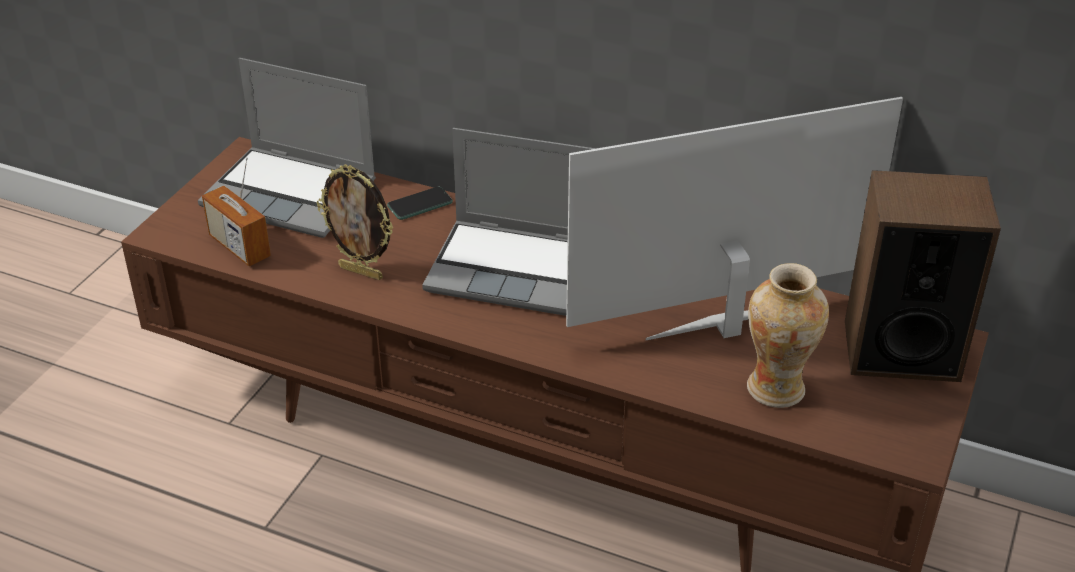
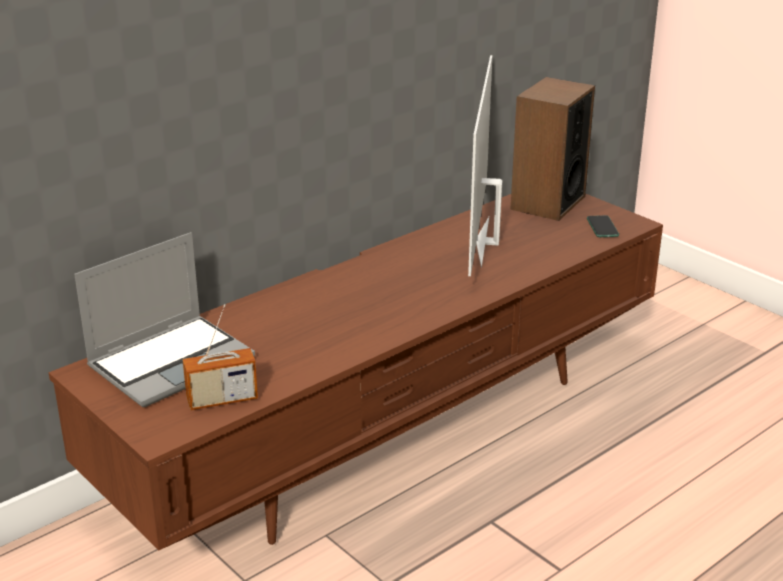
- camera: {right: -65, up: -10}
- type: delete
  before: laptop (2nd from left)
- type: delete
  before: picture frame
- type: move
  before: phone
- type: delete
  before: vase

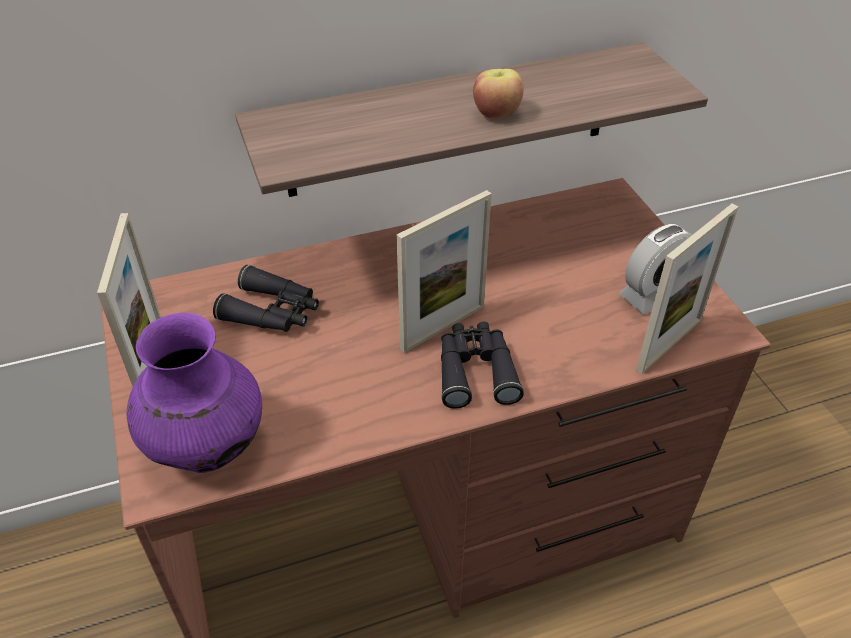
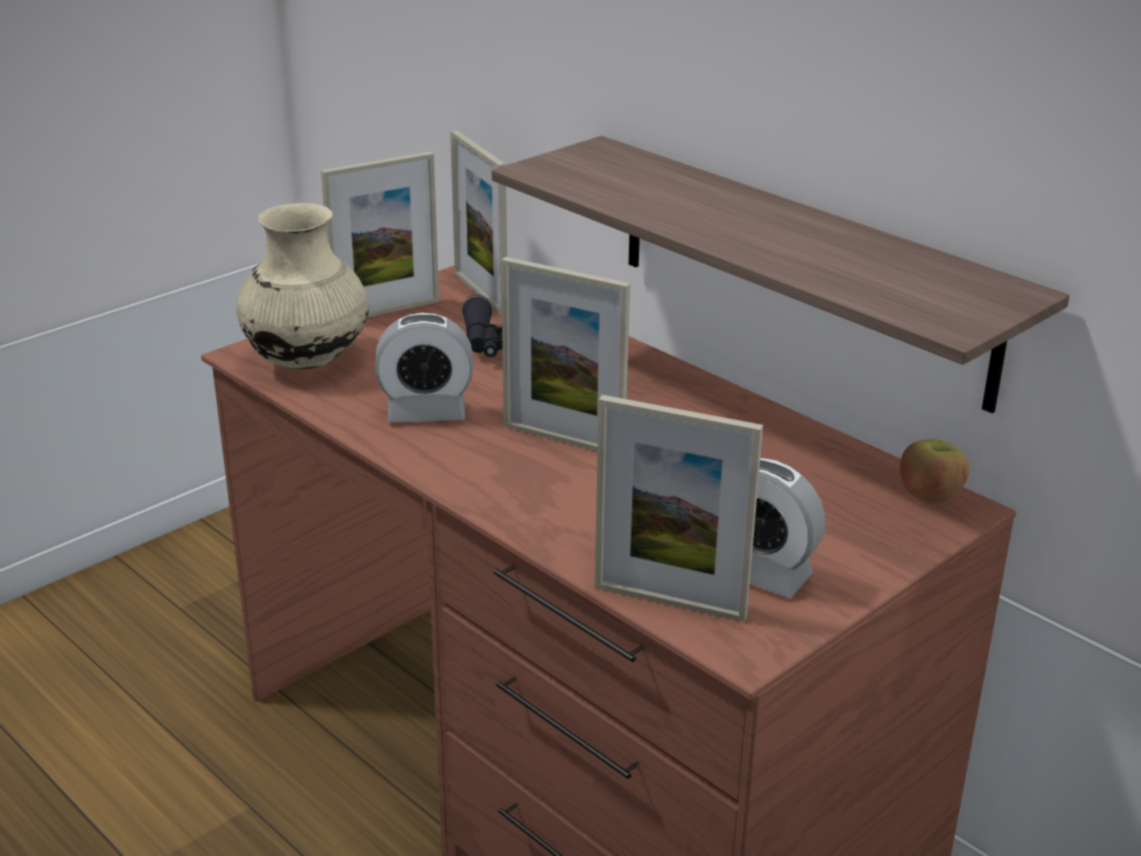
- camera: {right: 65, up: -15}
- type: move
  before: apple
- type: recolor
  before: vase in purple
  after: vase in beige
- type: delete
  before: binoculars in black (2nd from left)
- type: insert
  after: picture frame (2nd from left)
- type: insert
  after: alarm clock (1st from left)

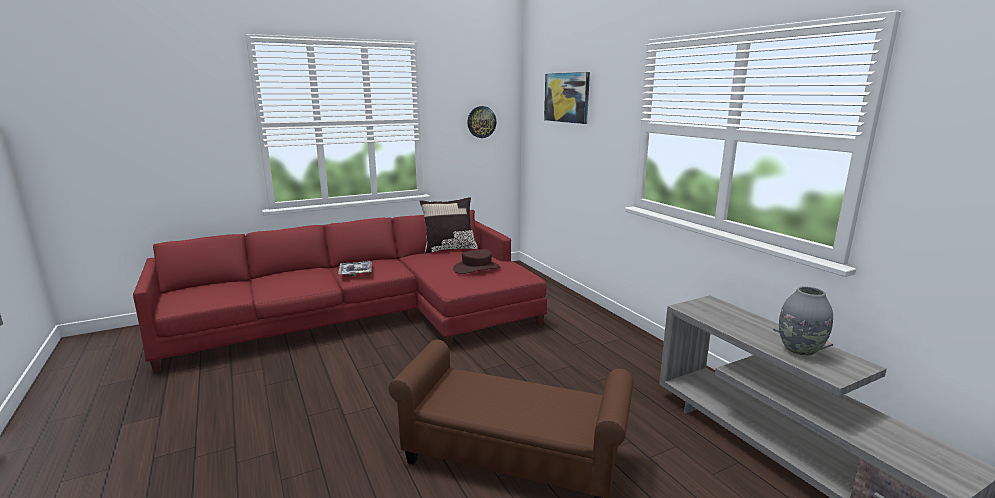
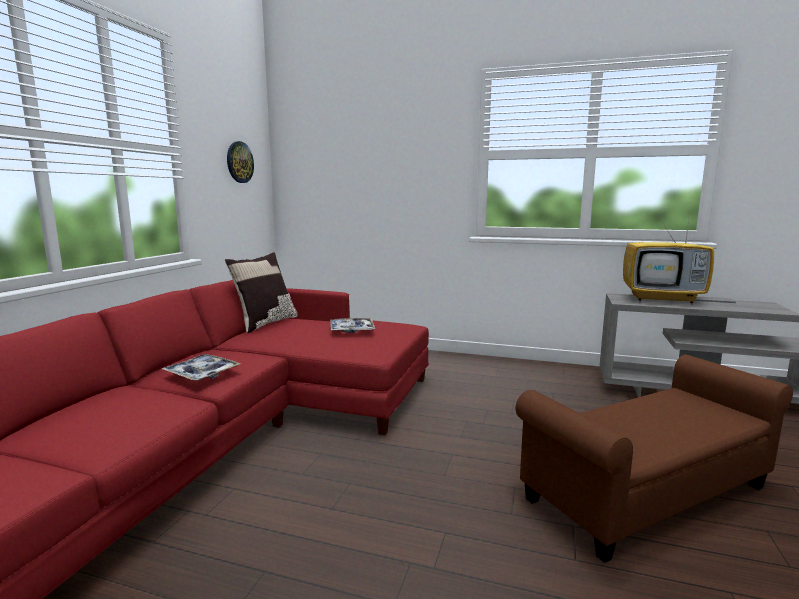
- camera: {right: -45, up: -5}
- type: delete
  before: picture
- type: replace
  before: hat in brown
  after: tray (2nd from left)
- type: delete
  before: vase in grey
- type: insert
  after: television

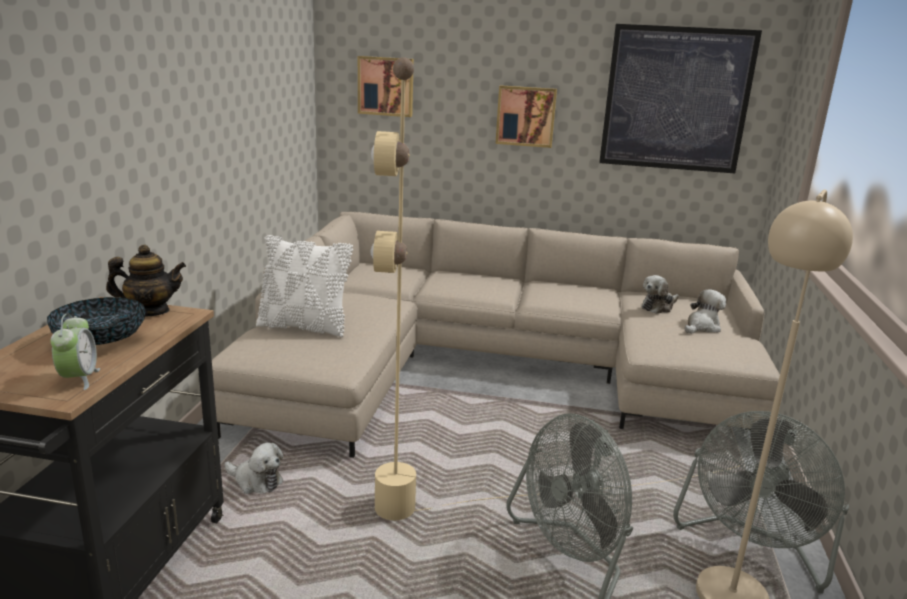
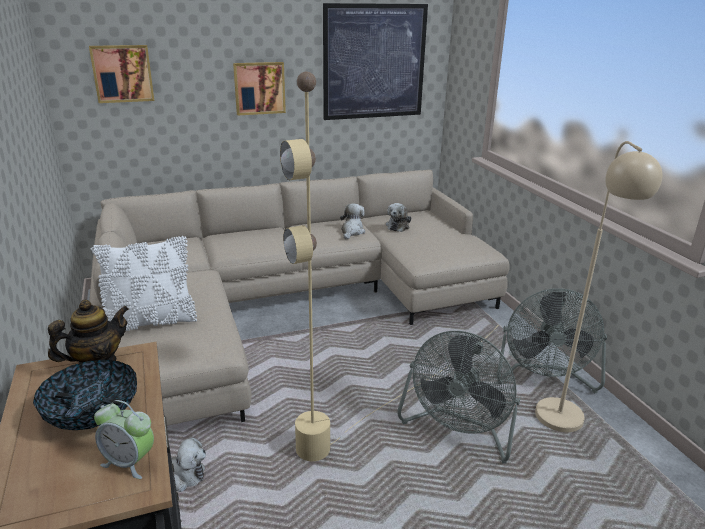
- camera: {right: -30, up: 5}
- type: move
  before: plush toy (3rd from left in the first image)
  after: plush toy (2nd from left)
- type: rotate
  before: alarm clock
  turn: 150

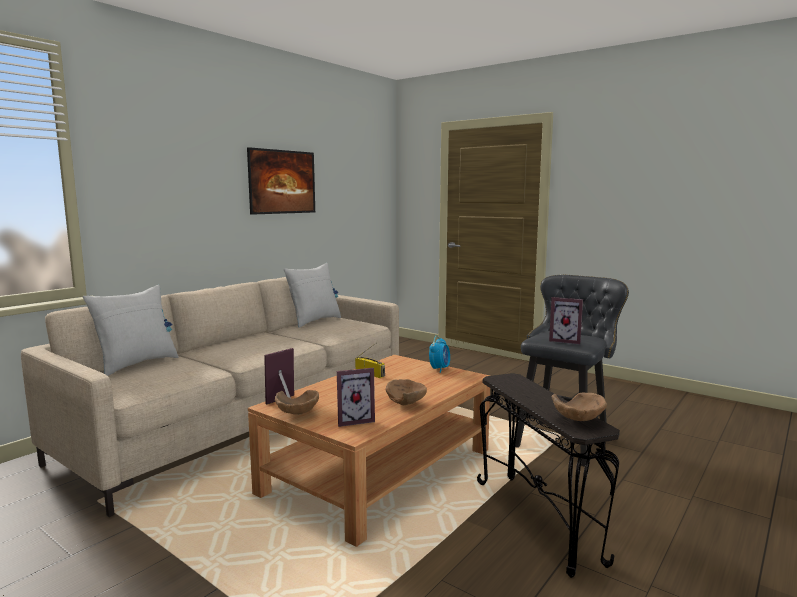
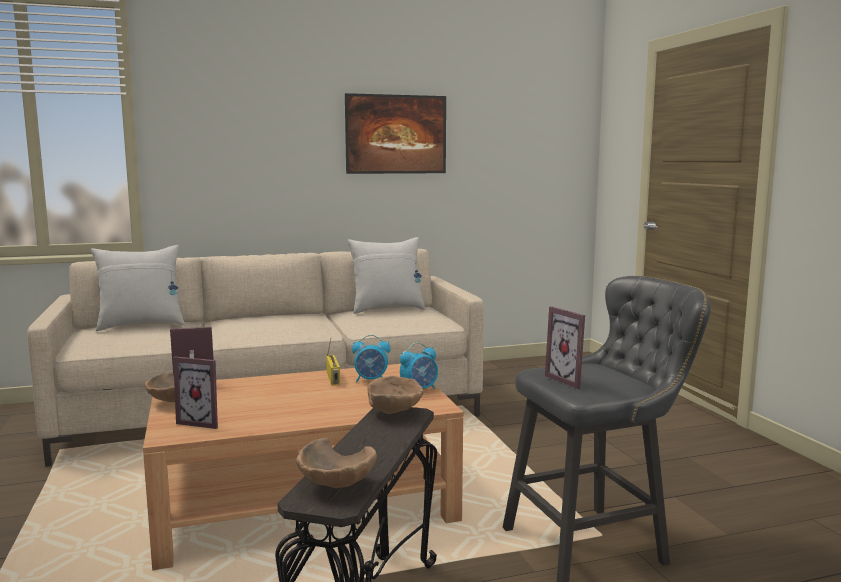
- camera: {right: 35, up: 0}
- type: move
  before: bowl in brown (2nd from left in the first image)
  after: bowl in brown (3rd from left)
- type: insert
  after: alarm clock (1st from left)

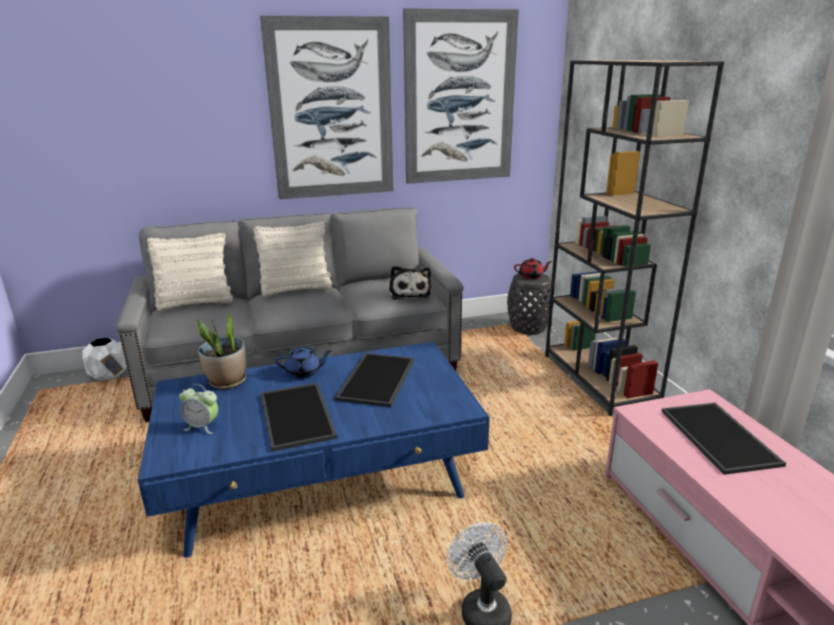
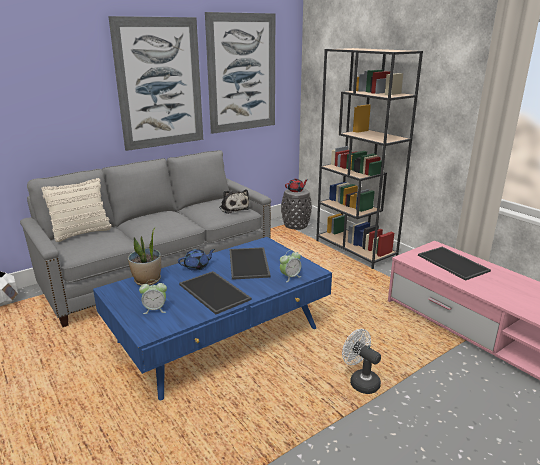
- camera: {right: -20, up: 0}
- type: delete
  before: pillow in beige (2nd from left)
- type: insert
  after: alarm clock (2nd from left)

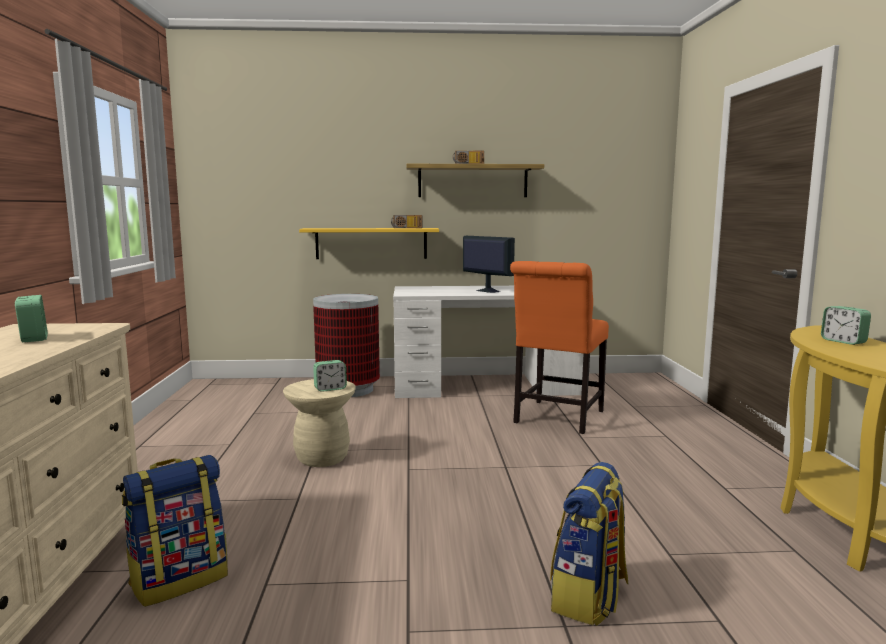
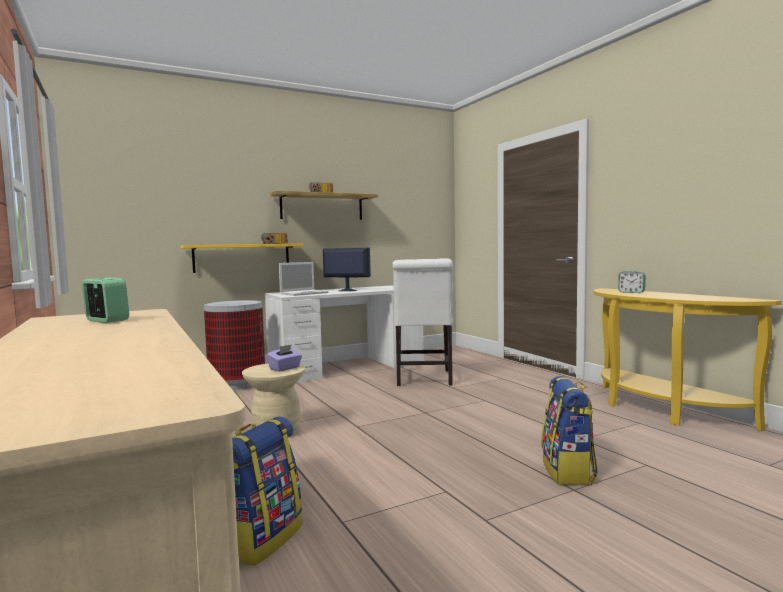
- camera: {right: -25, up: -5}
- type: recolor
  before: chair in orange
  after: chair in white
- type: replace
  before: alarm clock (2nd from left)
  after: tissue box in purple
- type: insert
  after: laptop

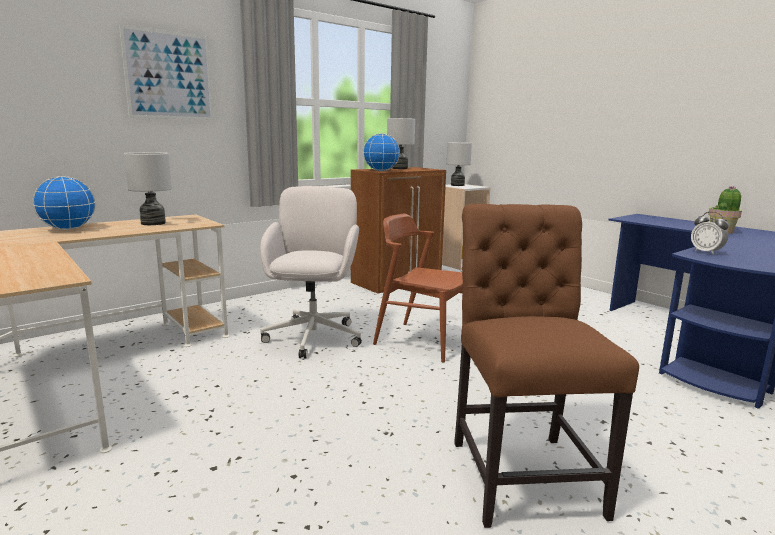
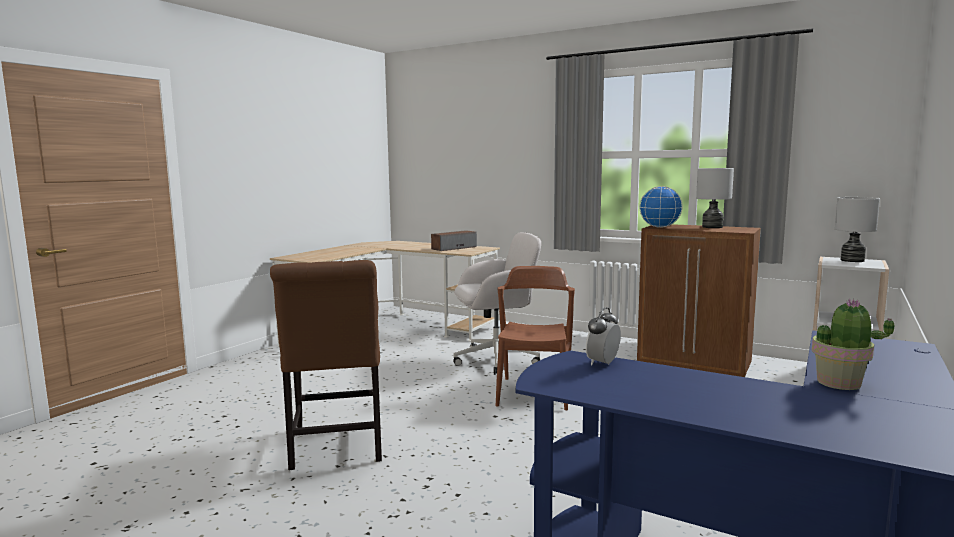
- camera: {right: 70, up: -5}
- type: delete
  before: picture
- type: replace
  before: table lamp in grey (1st from left)
  after: speaker
- type: delete
  before: globe (1st from left)
- type: rotate
  before: chair in brown (2nd from left in the first image)
  turn: 105

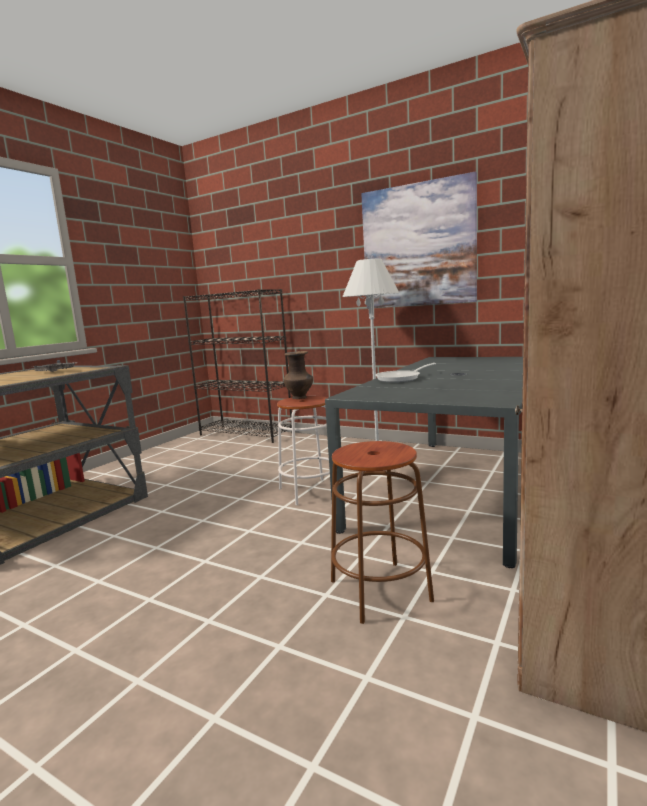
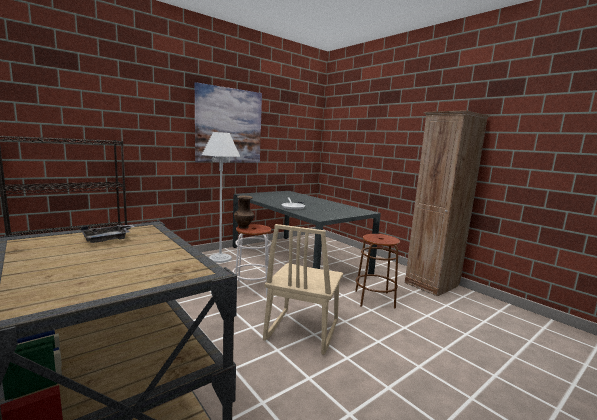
- camera: {right: -70, up: 0}
- type: insert
  after: chair in beige

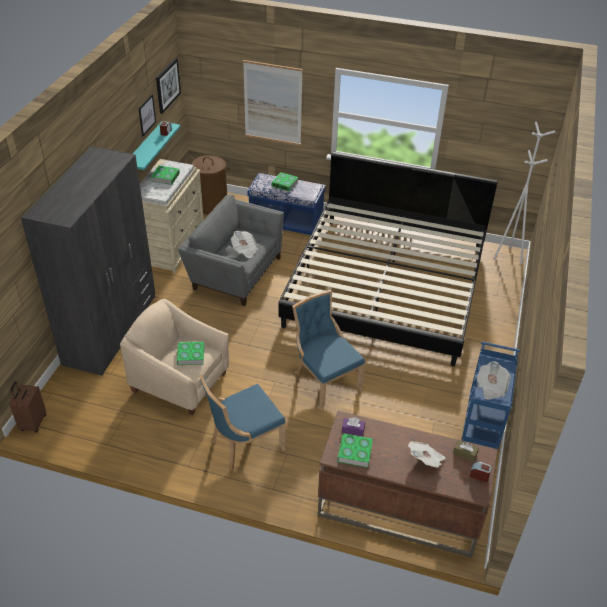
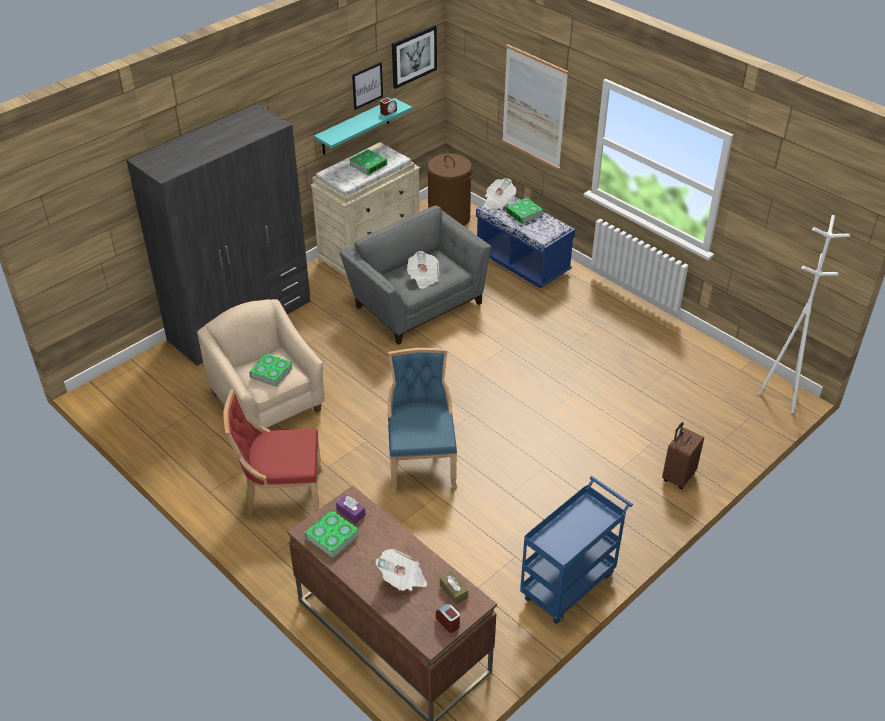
- camera: {right: 30, up: 0}
- type: delete
  before: bed
- type: move
  before: newspaper (3rd from left)
- type: recolor
  before: chair in blue (1st from left)
  after: chair in red
- type: move
  before: suitcase in brown

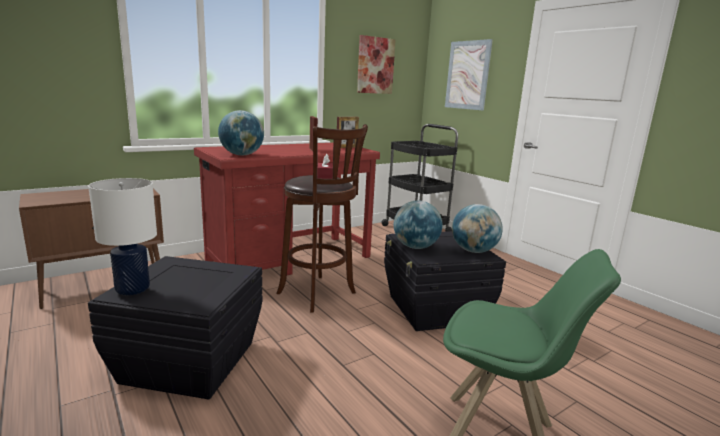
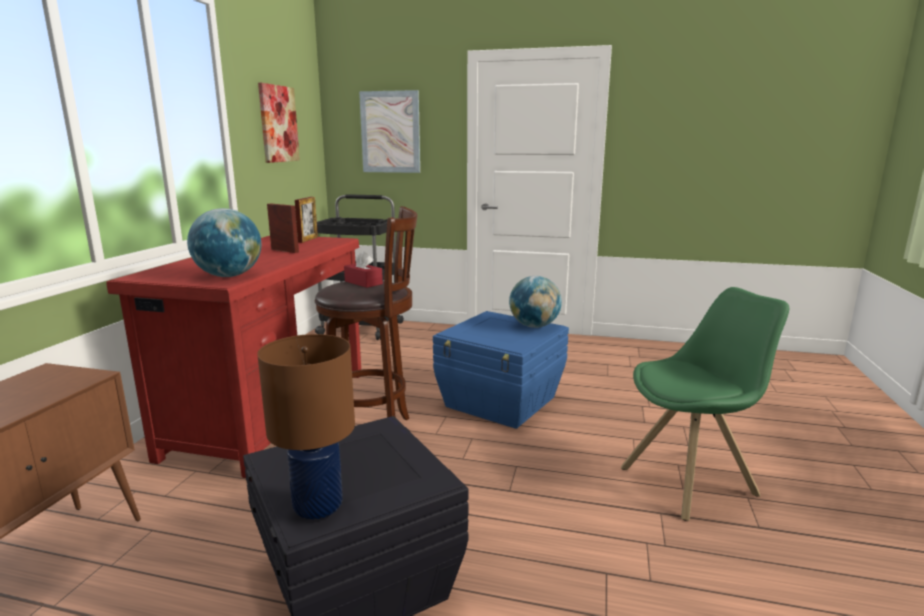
- camera: {right: -40, up: 0}
- type: recolor
  before: table lamp in white
  after: table lamp in brown
- type: delete
  before: globe (2nd from left)
- type: recolor
  before: storage box in black (2nd from left)
  after: storage box in blue

